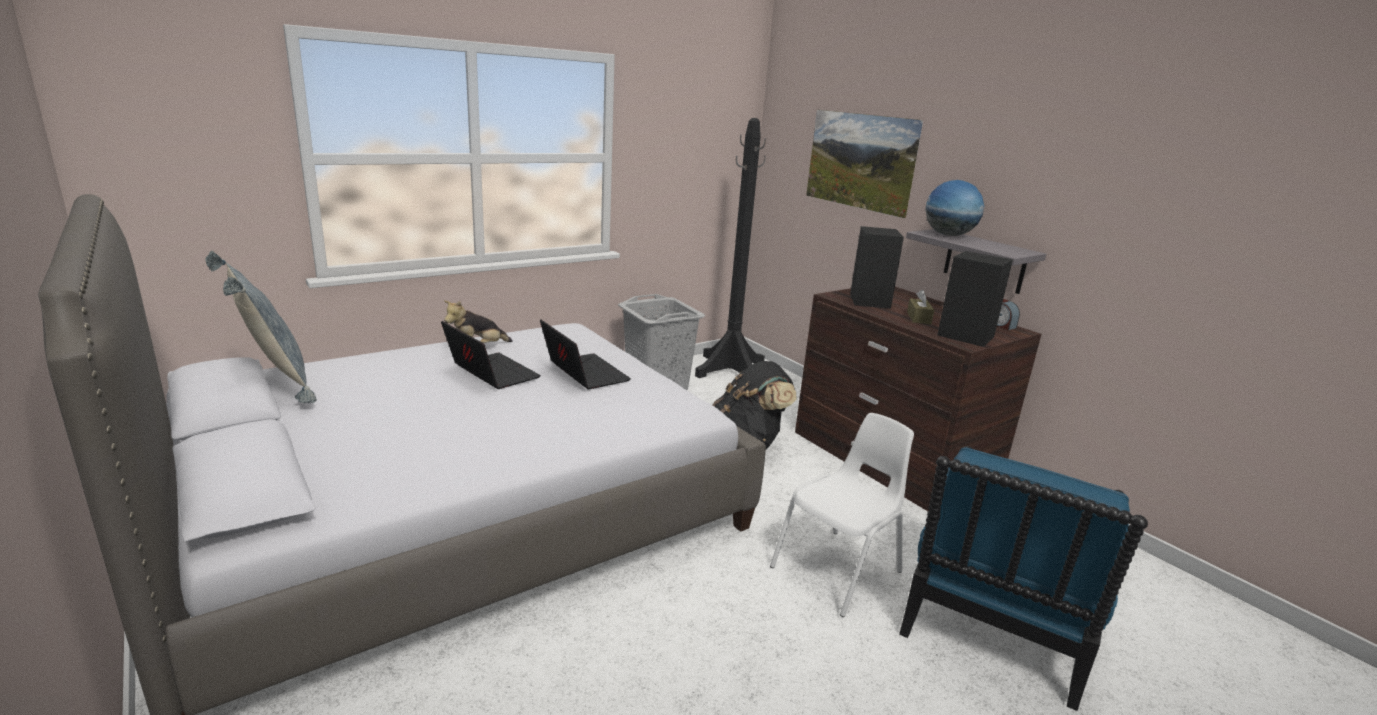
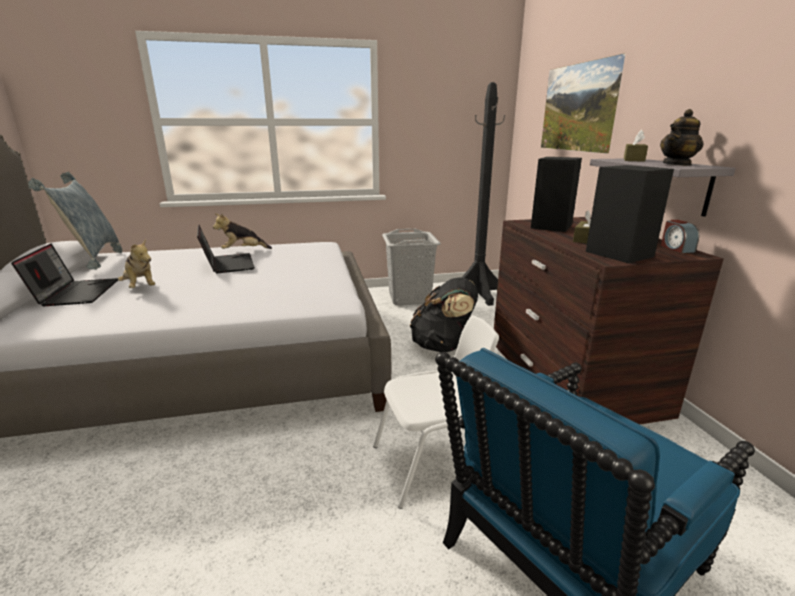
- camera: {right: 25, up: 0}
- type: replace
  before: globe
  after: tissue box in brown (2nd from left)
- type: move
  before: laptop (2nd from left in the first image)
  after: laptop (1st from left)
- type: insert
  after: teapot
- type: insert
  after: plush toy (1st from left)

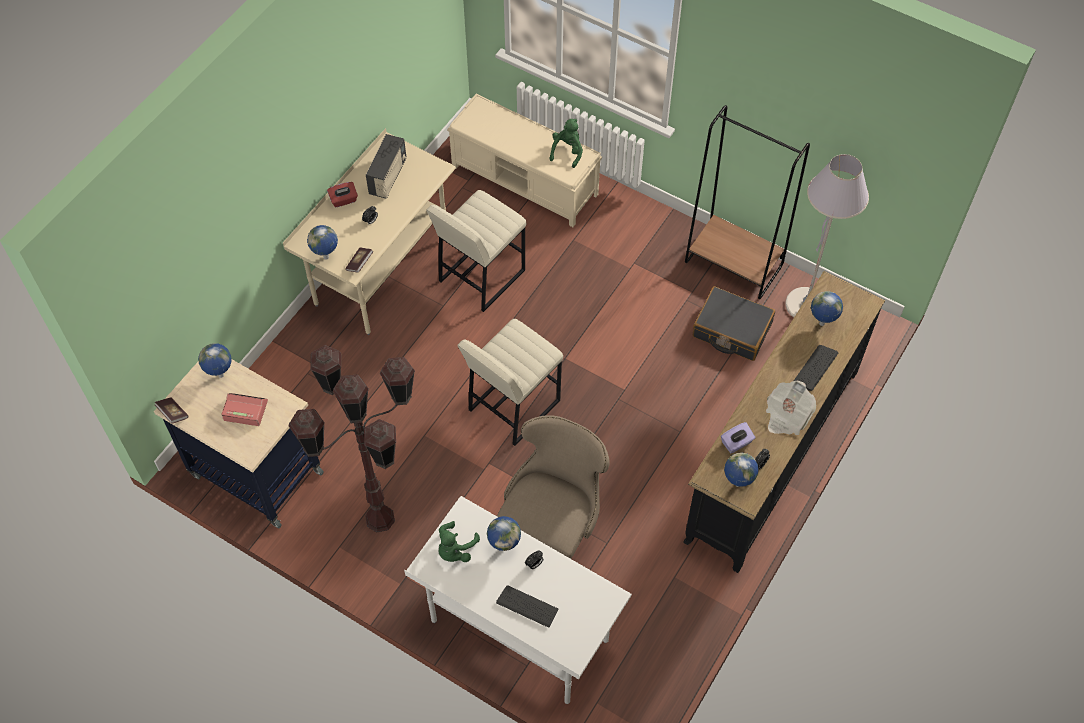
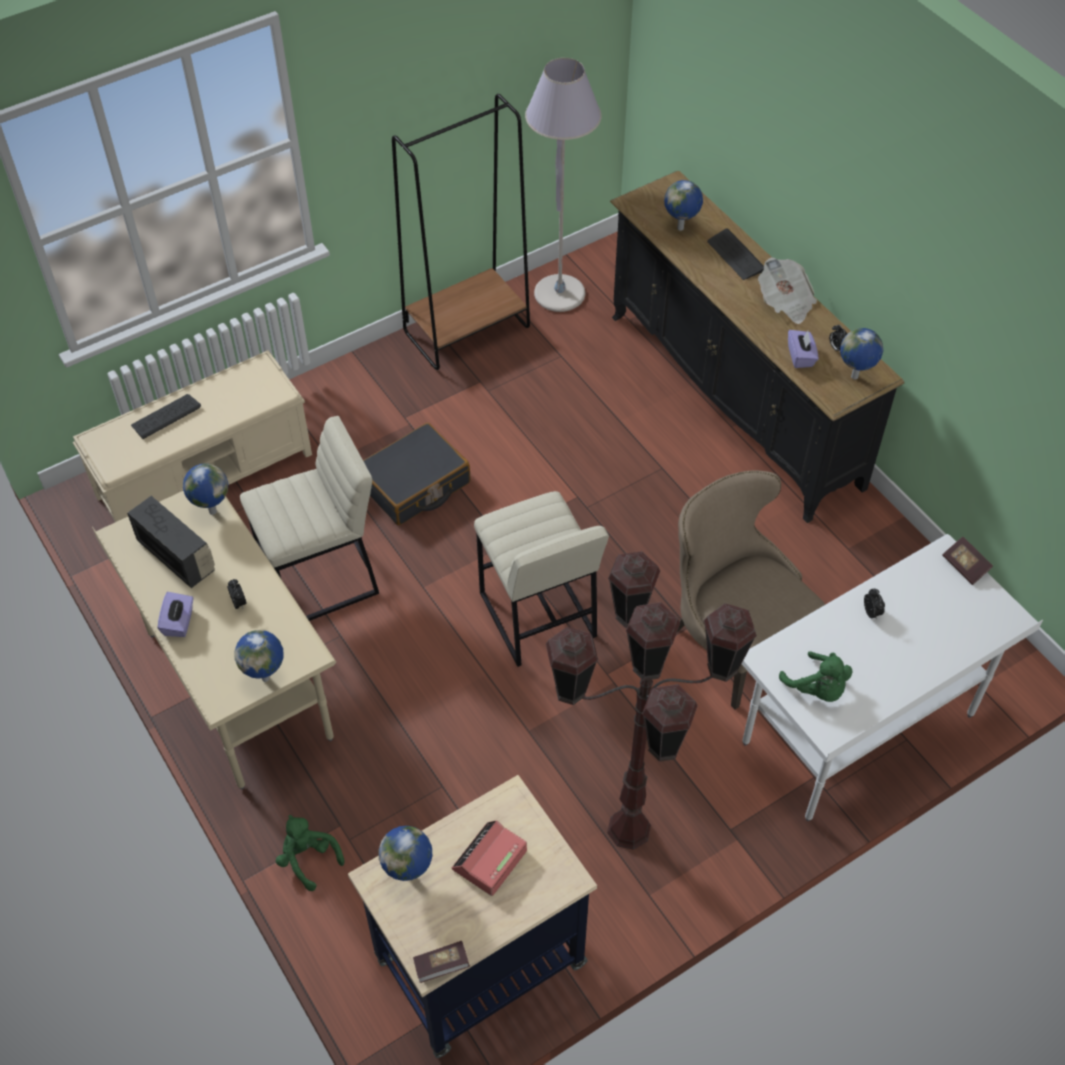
- camera: {right: -65, up: -5}
- type: move
  before: plush toy in green (2nd from left in the first image)
  after: plush toy in green (1st from left)
- type: recolor
  before: tissue box in red
  after: tissue box in purple (1st from left)
- type: rotate
  before: chair in beige (1st from left)
  turn: -90
- type: move
  before: book (2nd from left)
- type: move
  before: suitcase in black
- type: move
  before: globe (3rd from left in the first image)
  after: globe (1st from left)
- type: move
  before: keyboard (1st from left)

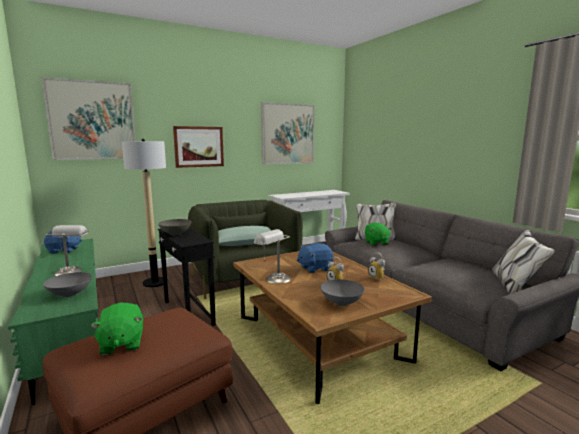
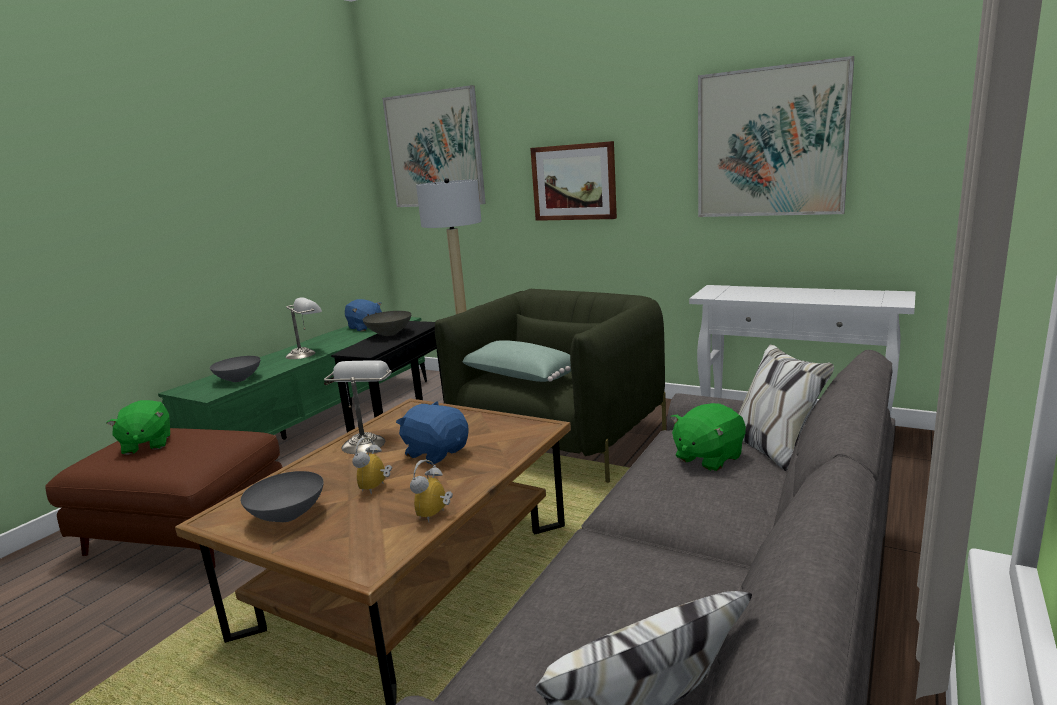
- camera: {right: 60, up: 5}
- type: rotate
  before: plush toy in green (1st from left)
  turn: -60

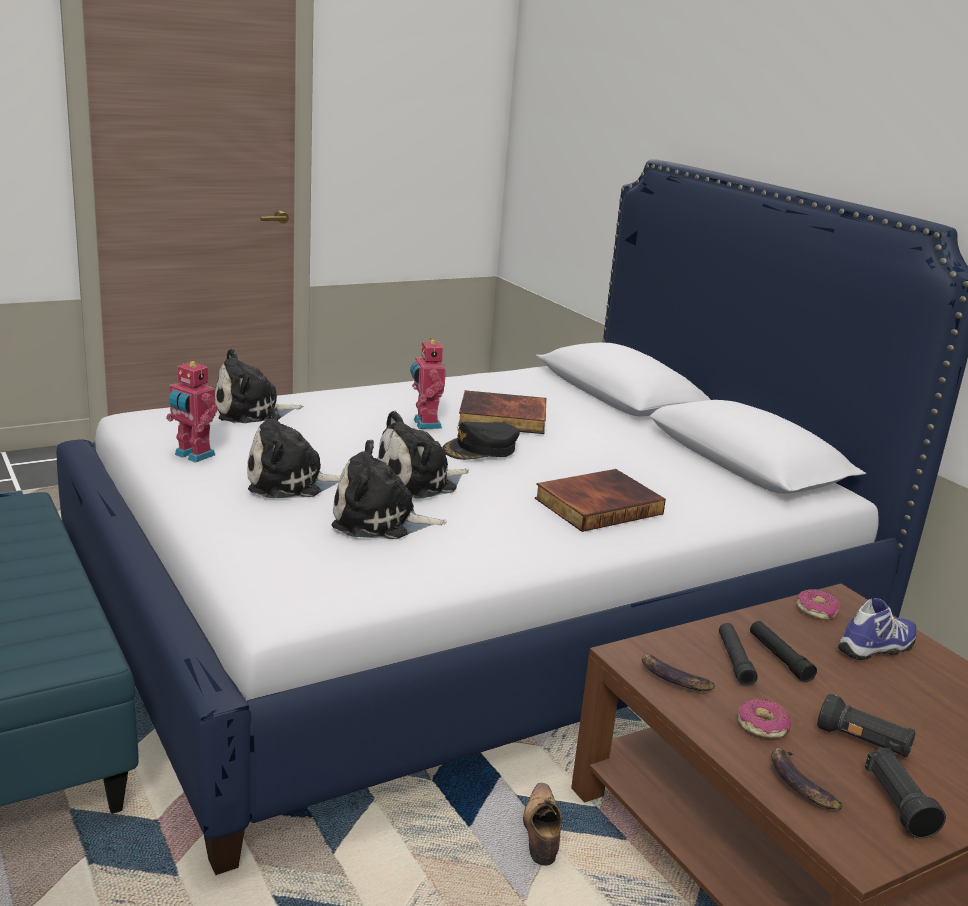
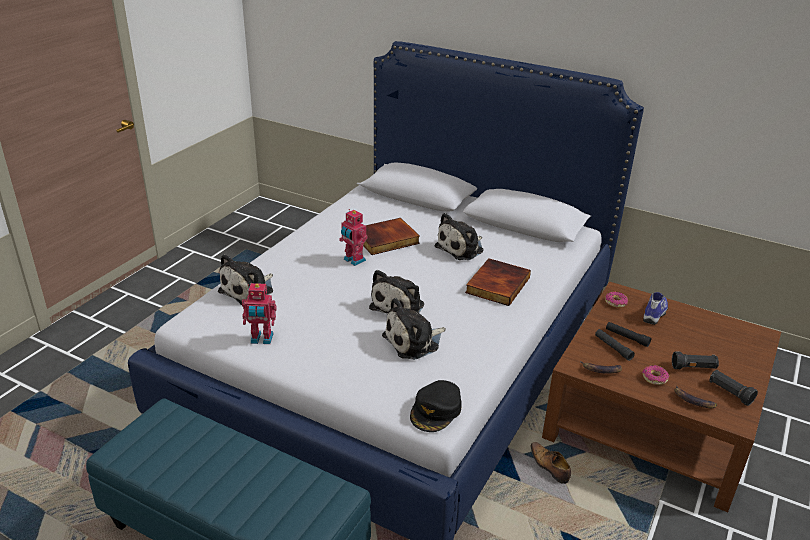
- camera: {right: -30, up: 10}
- type: move
  before: plush toy (2nd from left in the first image)
  after: plush toy (4th from left)
- type: move
  before: cap in black

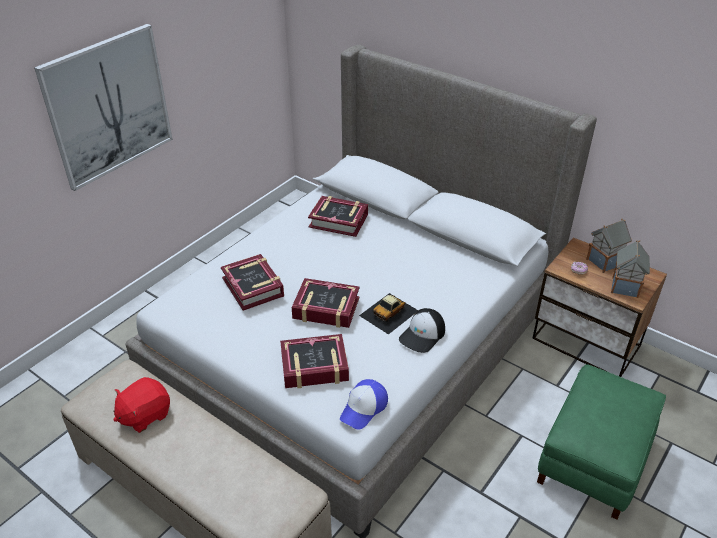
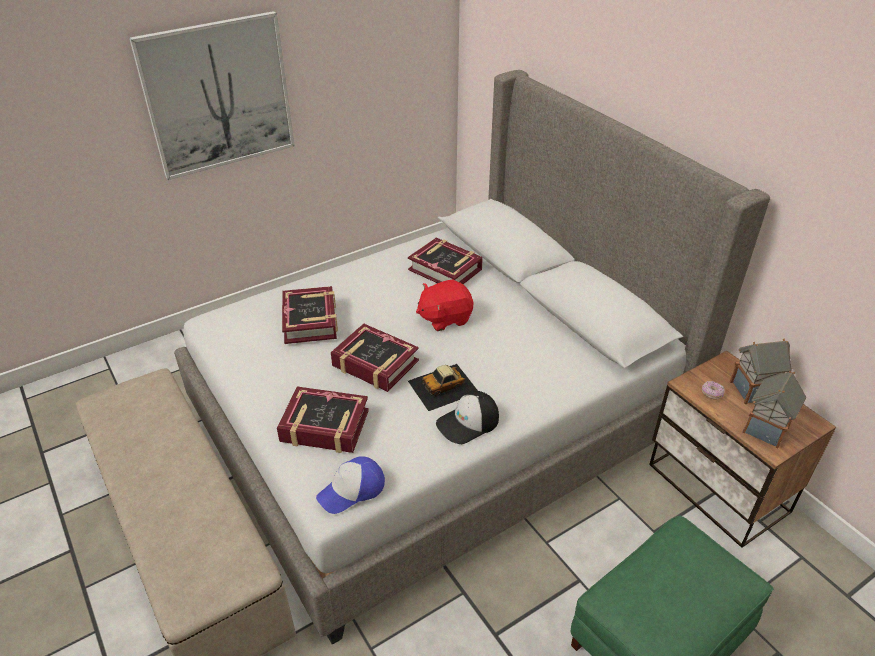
- camera: {right: 20, up: 0}
- type: move
  before: plush toy in red

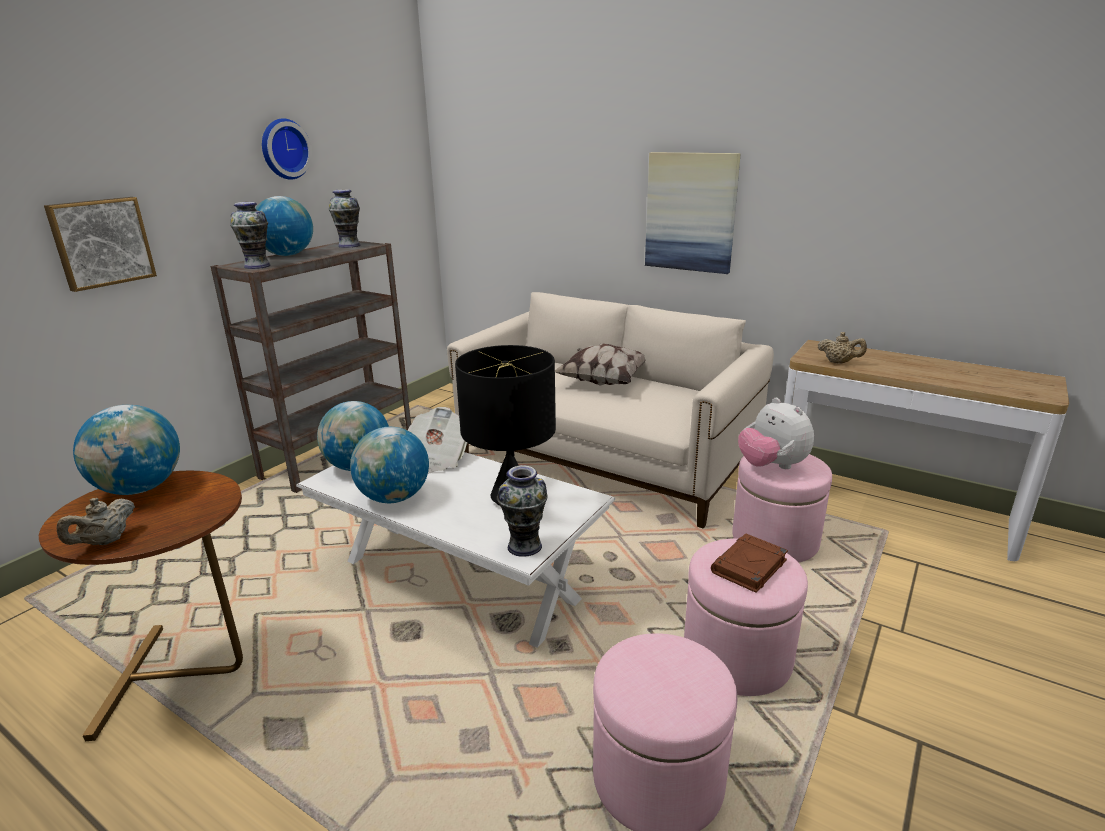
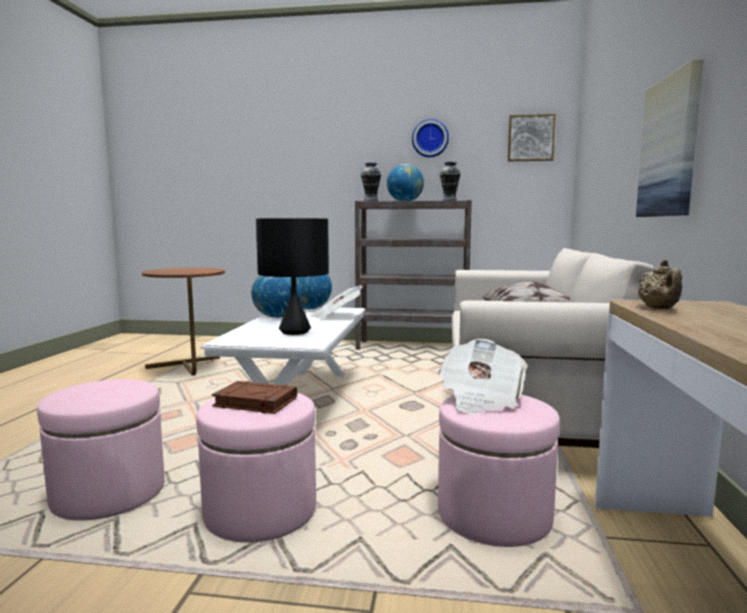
- camera: {right: 65, up: -15}
- type: move
  before: picture (1st from left)
- type: replace
  before: plush toy
  after: newspaper (2nd from left)
- type: delete
  before: globe (1st from left)
- type: delete
  before: vase (3rd from left)
- type: delete
  before: teapot in beige (1st from left)

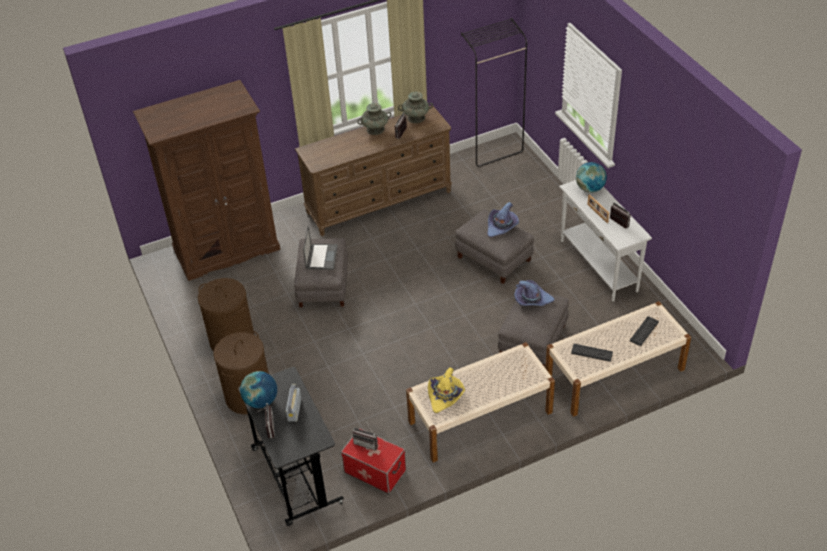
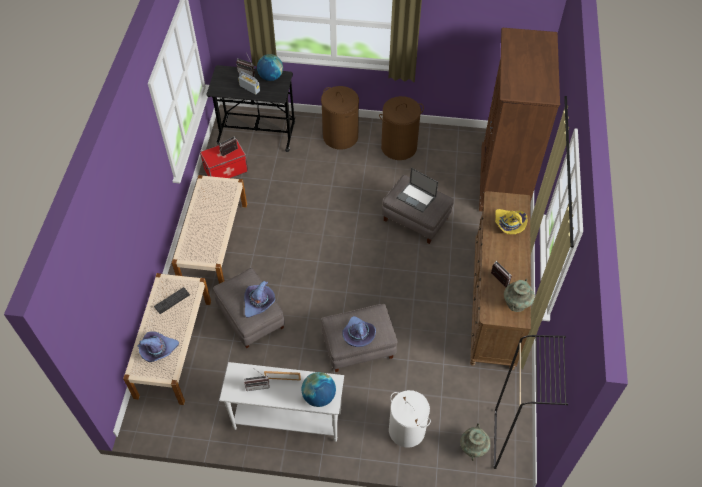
- camera: {right: 120, up: 10}
- type: move
  before: vase in turquoise (1st from left)
- type: replace
  before: keyboard (2nd from left)
  after: hat in purple (1st from left)
- type: move
  before: hat in yellow
- type: insert
  after: laundry basket in white

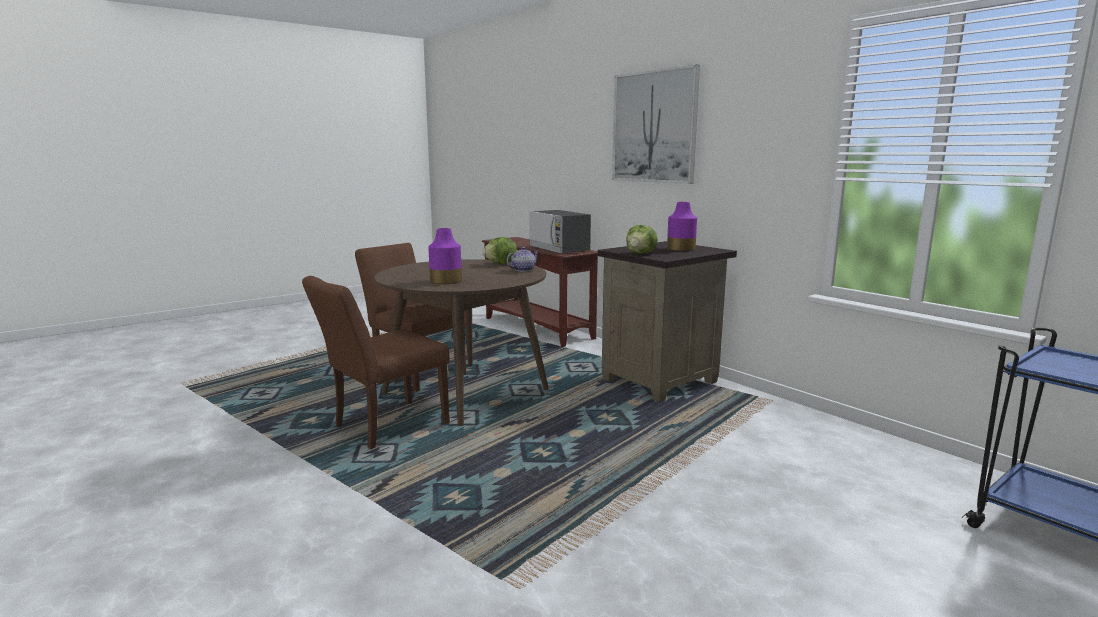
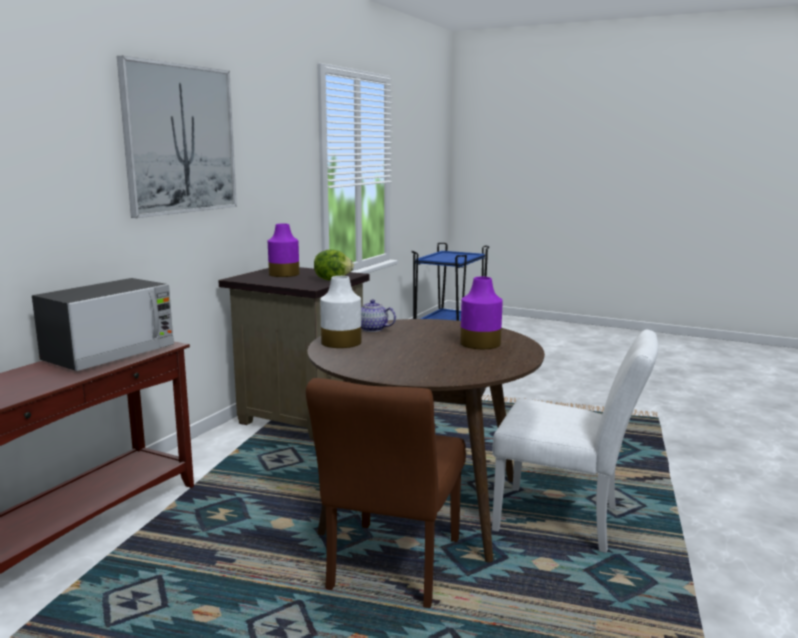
- camera: {right: -115, up: 0}
- type: replace
  before: lettuce (1st from left)
  after: vase in white
- type: recolor
  before: chair in brown (1st from left)
  after: chair in white

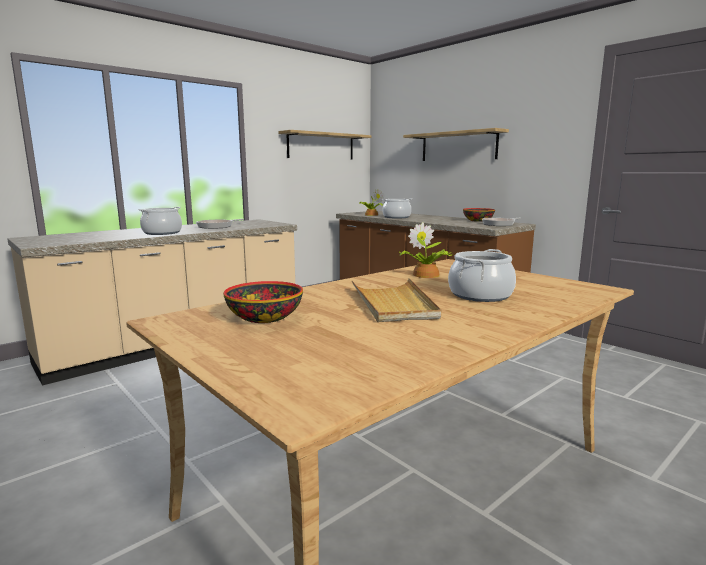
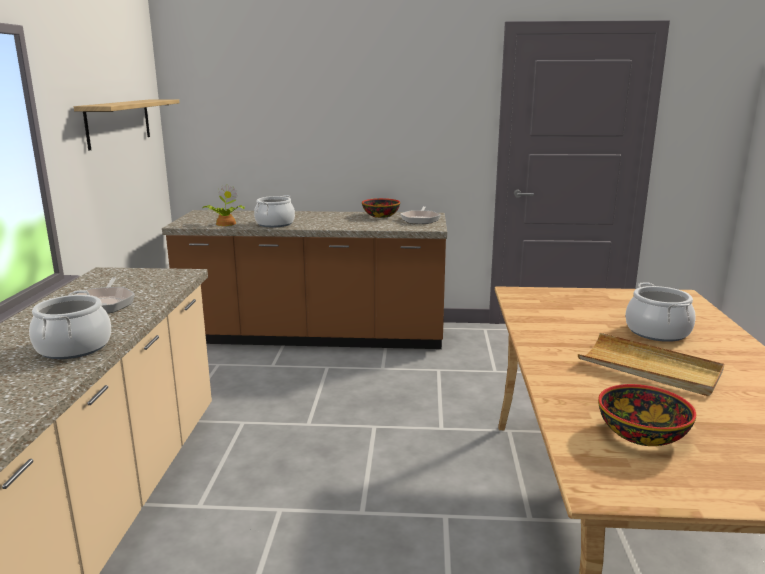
- camera: {right: -45, up: 5}
- type: delete
  before: shelf (2nd from left)
- type: delete
  before: potted plant (2nd from left)

